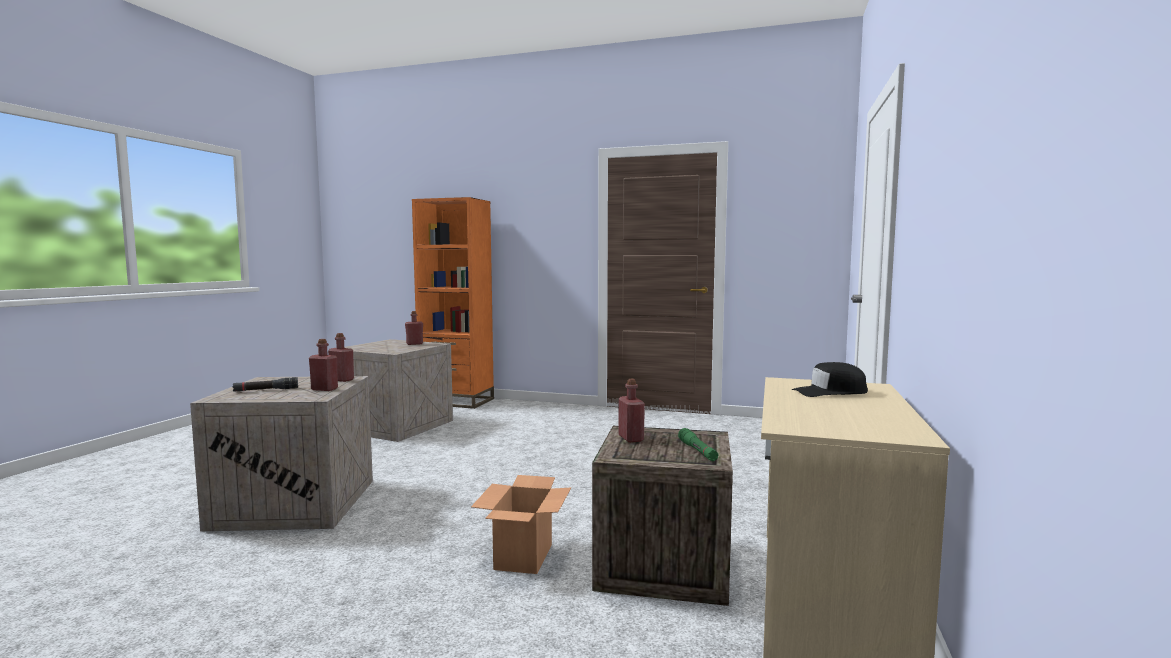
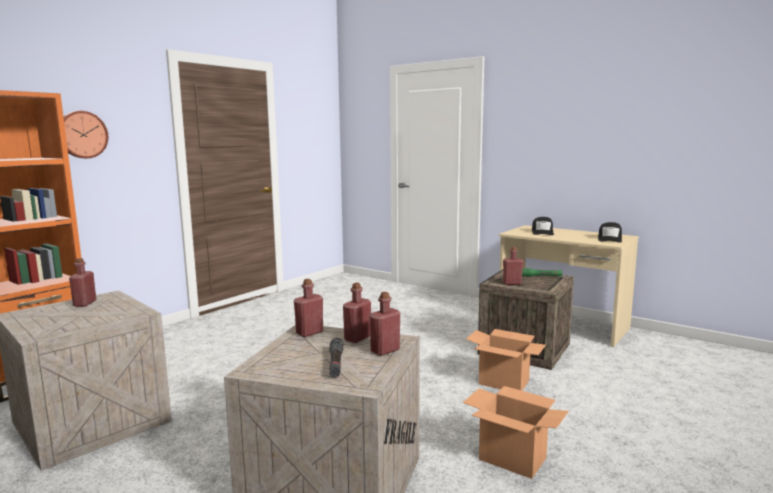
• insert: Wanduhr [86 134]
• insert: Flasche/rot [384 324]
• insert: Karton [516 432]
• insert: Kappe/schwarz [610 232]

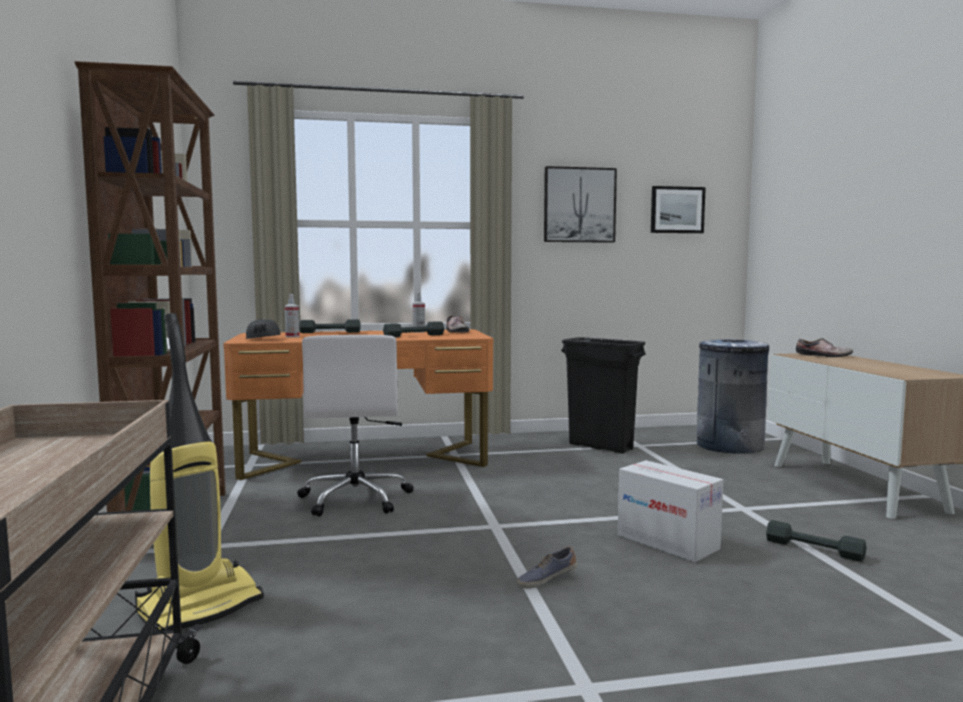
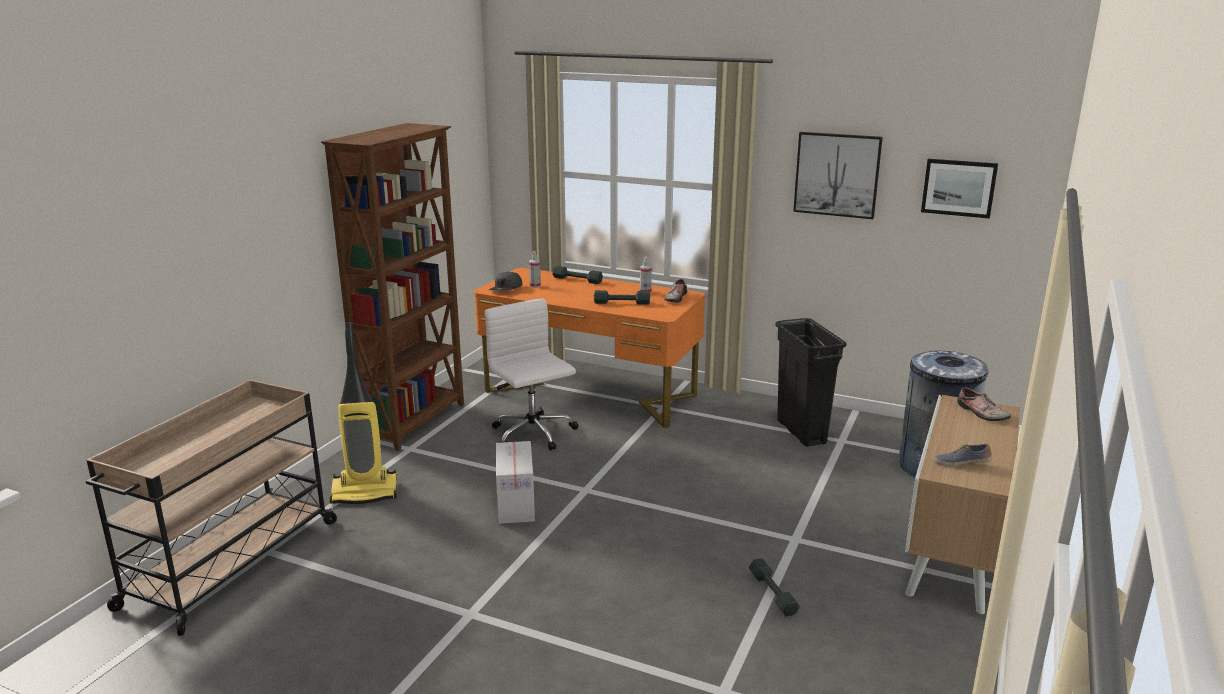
• rotate: Bürostuhl/weiß [355 425] = [531 374] 120 degrees clockwise
• move: Karton [670 511] to [515 482]
• move: Schuh [547 567] to [963 455]

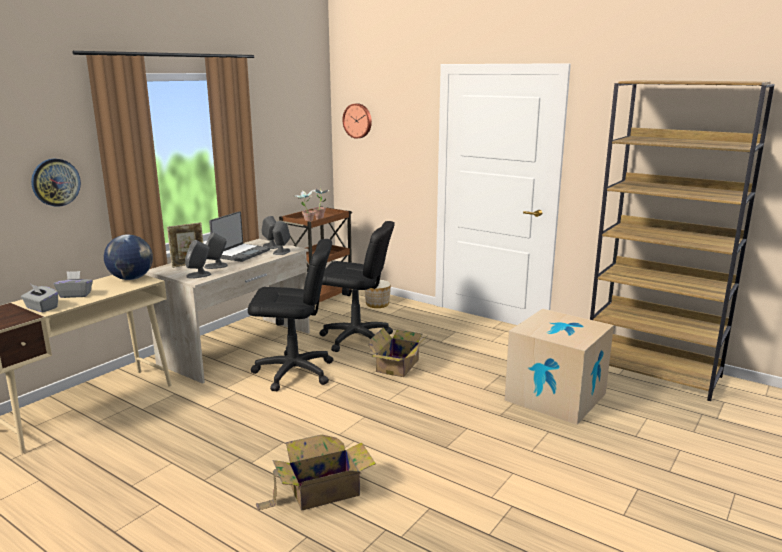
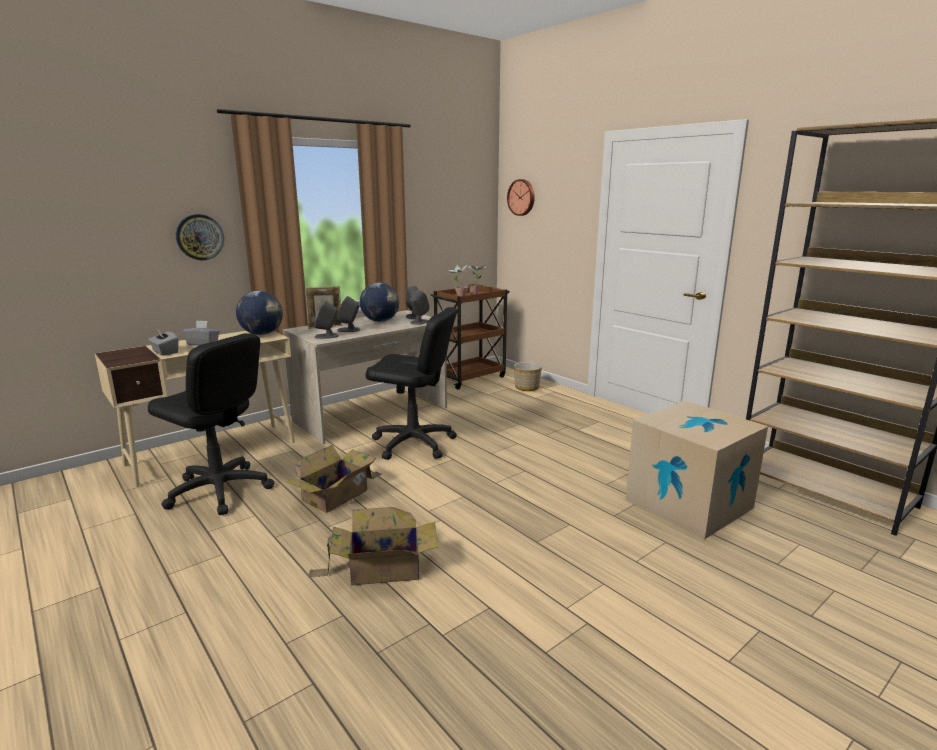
• move: Bürostuhl/schwarz [357 286] to [211 424]
• move: Karton [398 352] to [334 479]
• replace: Laptop [239 236] to Globus [379 302]

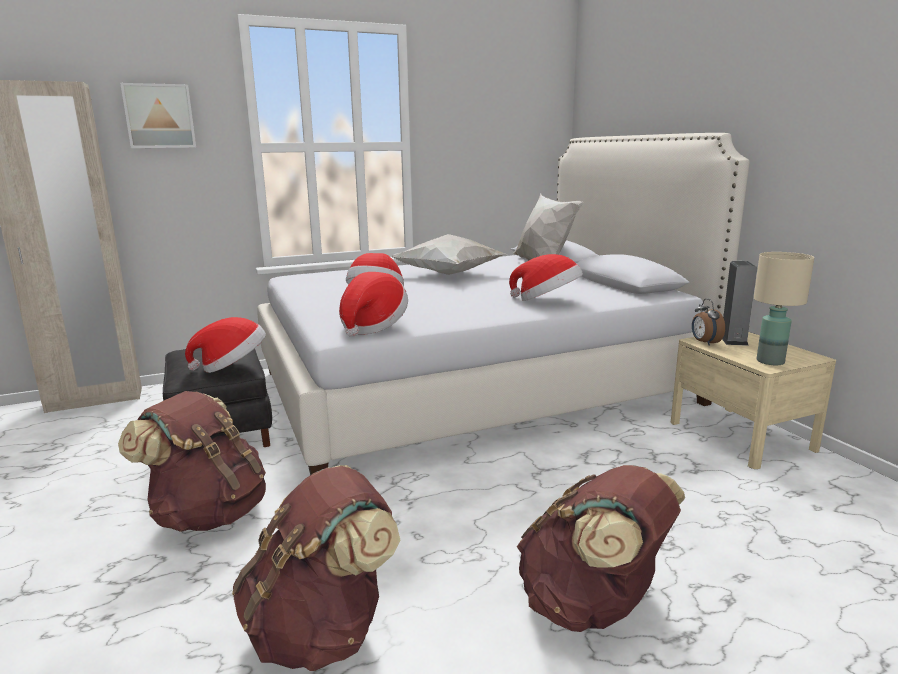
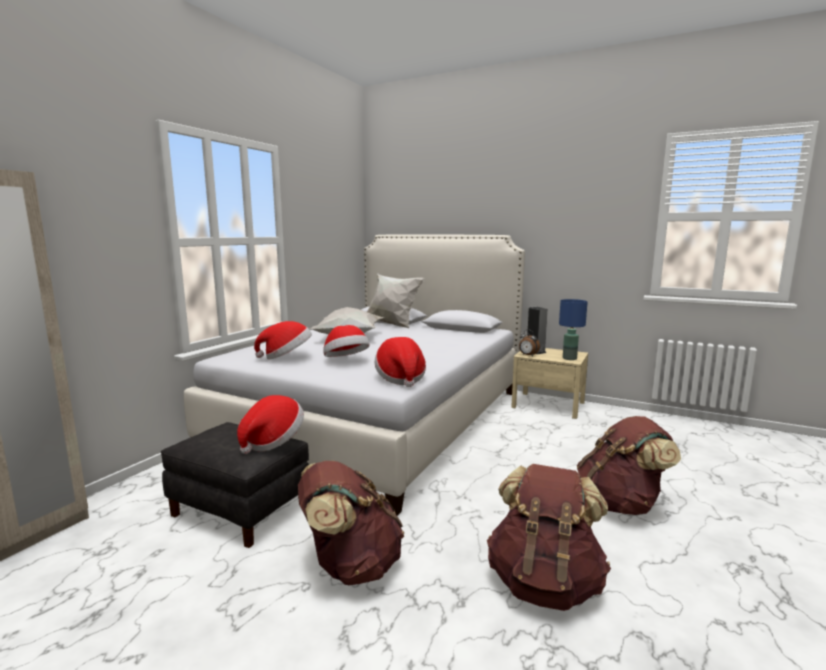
• move: Hut [546 277] to [283 340]
• recolor: Tischlampe/beige [784 308] to Tischlampe/blau [573 329]
• delete: Bild [158 115]

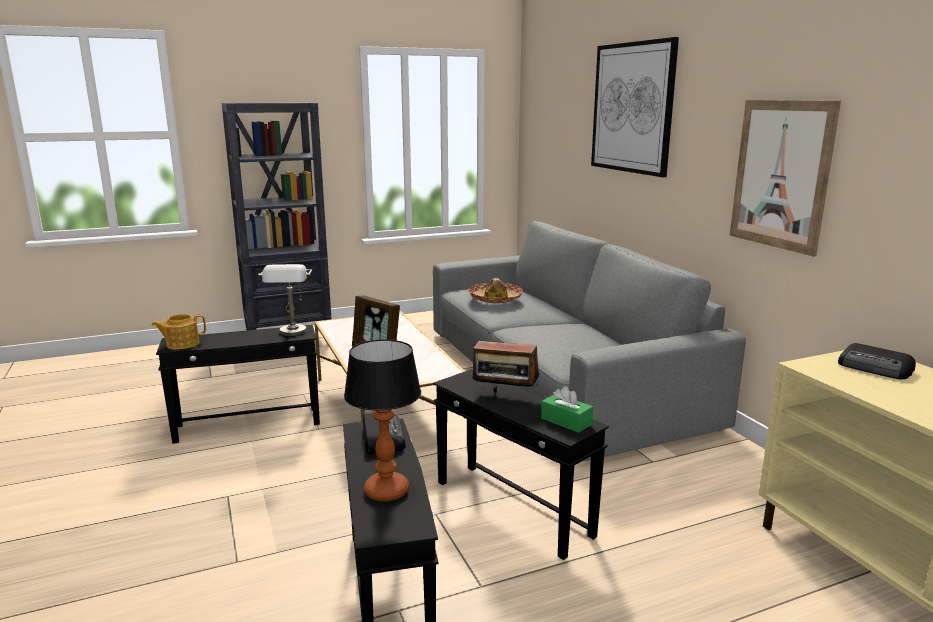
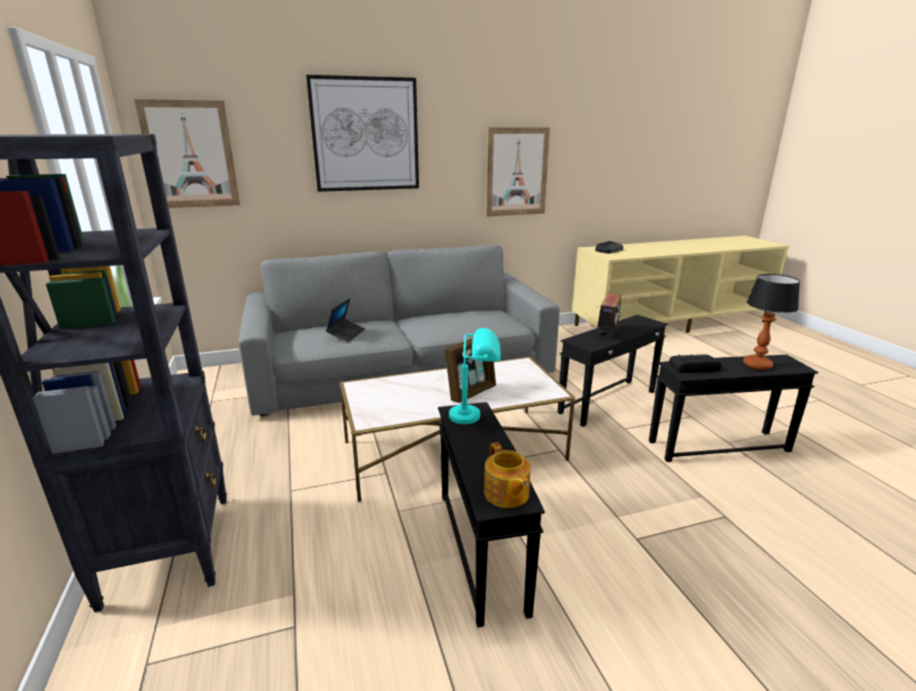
• insert: Bild [187 153]
• replace: Hut [495 291] to Laptop [345 320]
• recolor: Tischlampe/grau [285 300] to Tischlampe/türkis [475 376]
• delete: Taschentuchbox/grün [567 409]

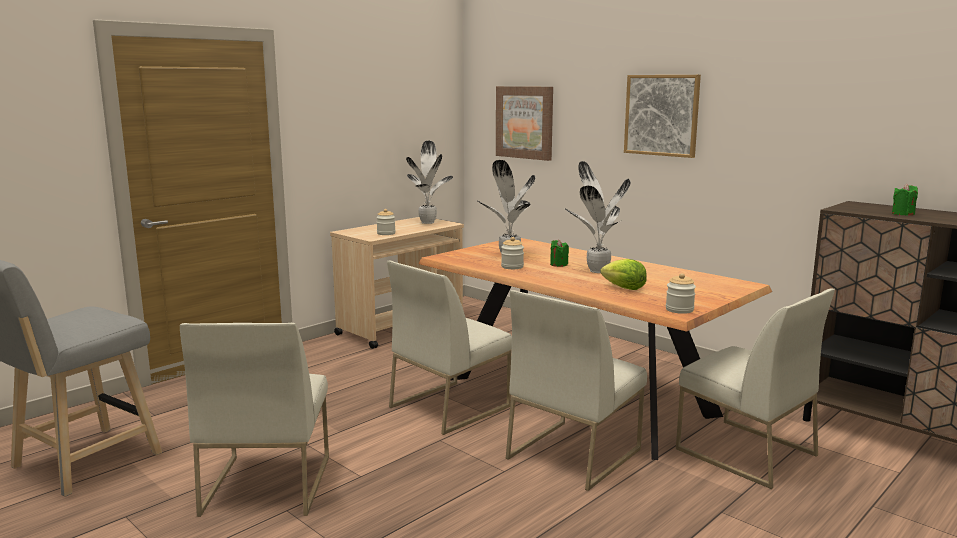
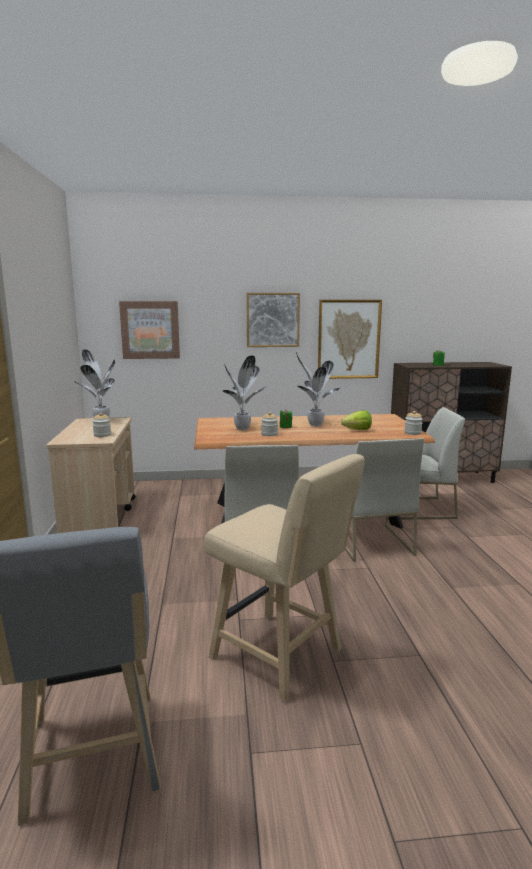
• replace: Stuhl/weiß [254 420] to Hocker/beige [284 578]
• insert: Bild [350 339]

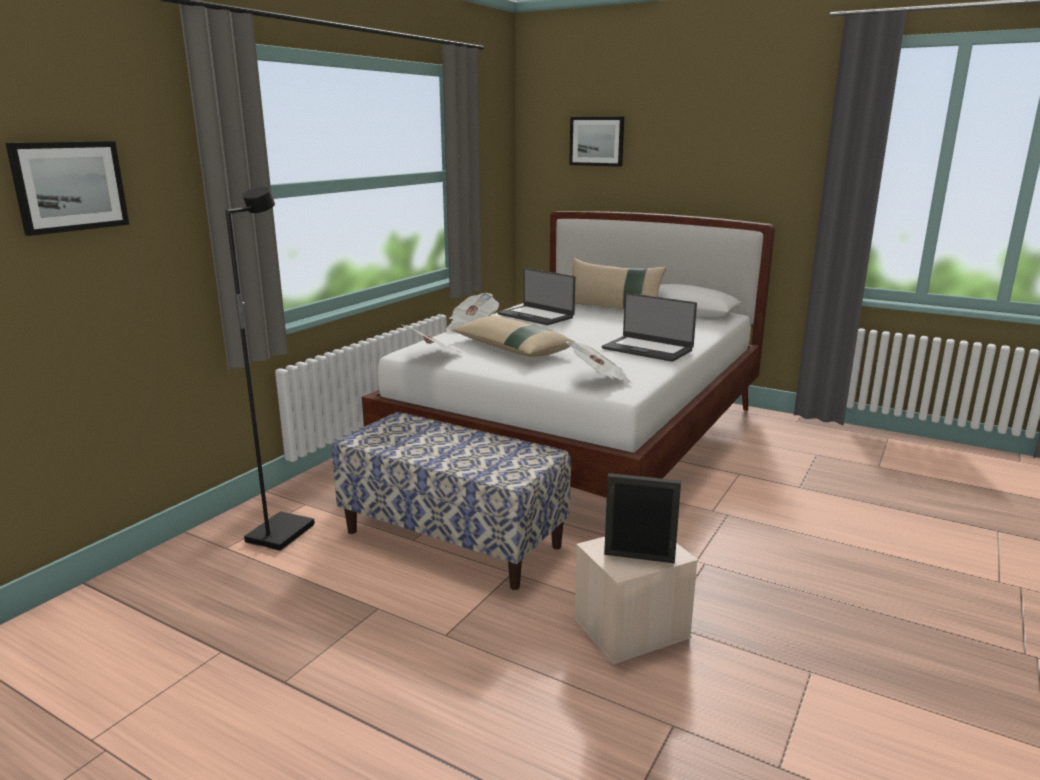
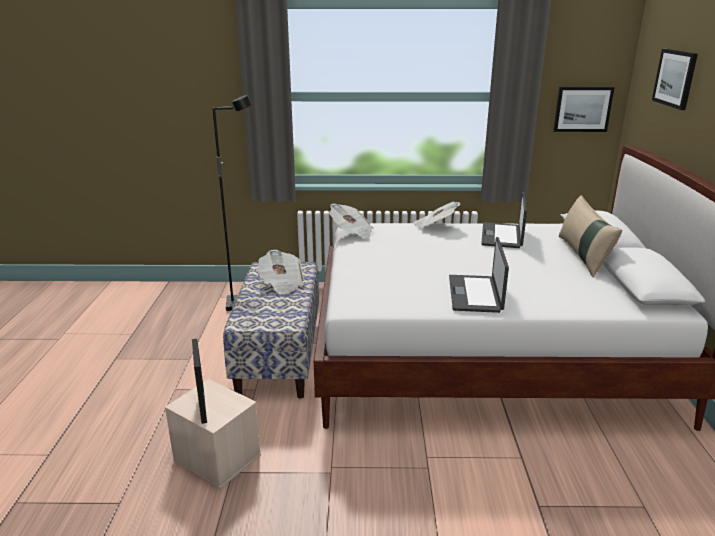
• move: Zeitung [599 362] to [281 272]
• move: Bild [67 188] to [584 109]
• delete: Kissen/beige [514 336]

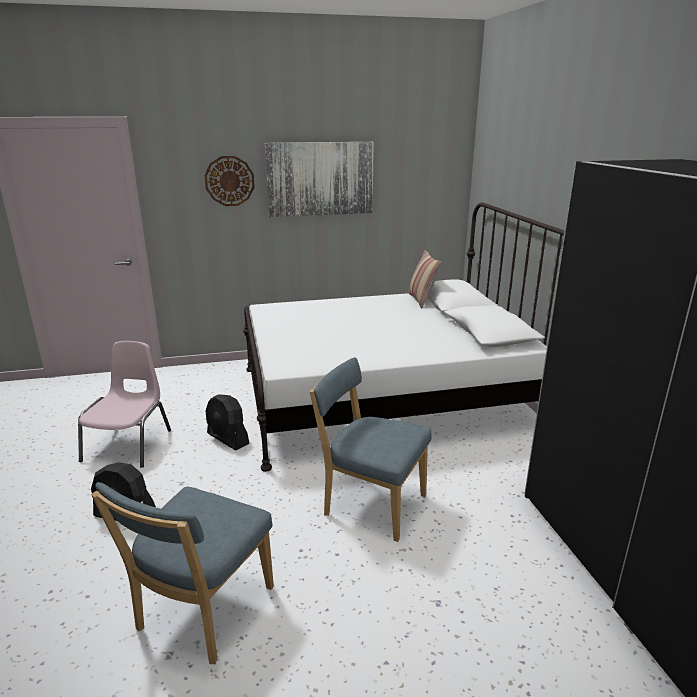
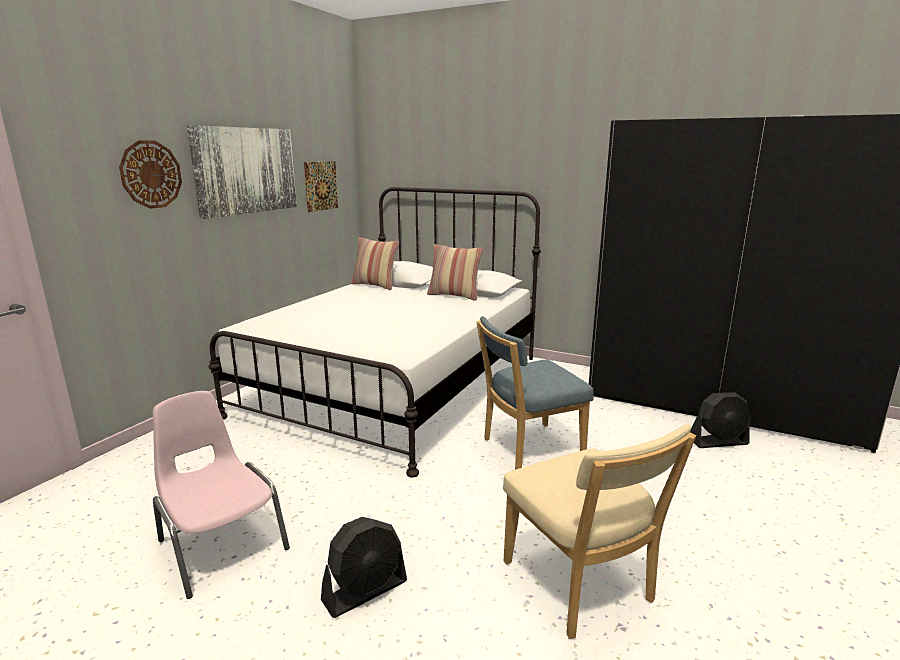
• insert: Bild [321 186]
• insert: Kissen [455 272]
• recolor: Stuhl/blau [182 573] to Stuhl/beige [599 531]
• move: Ventilator/schwarz [227 422] to [720 420]

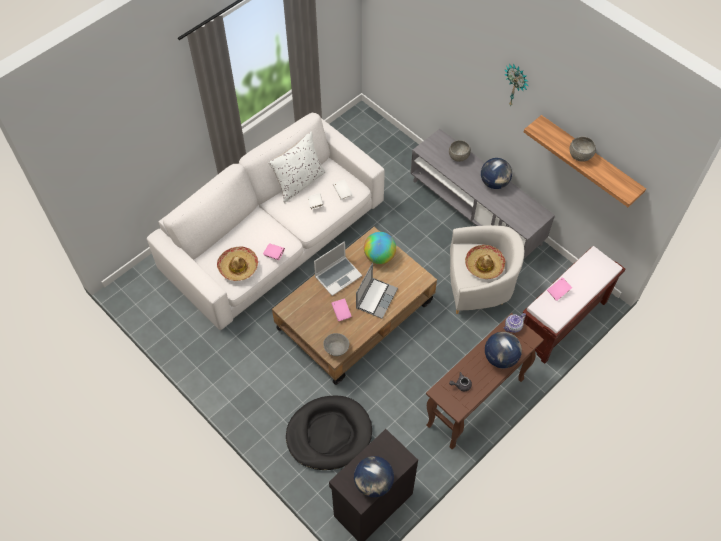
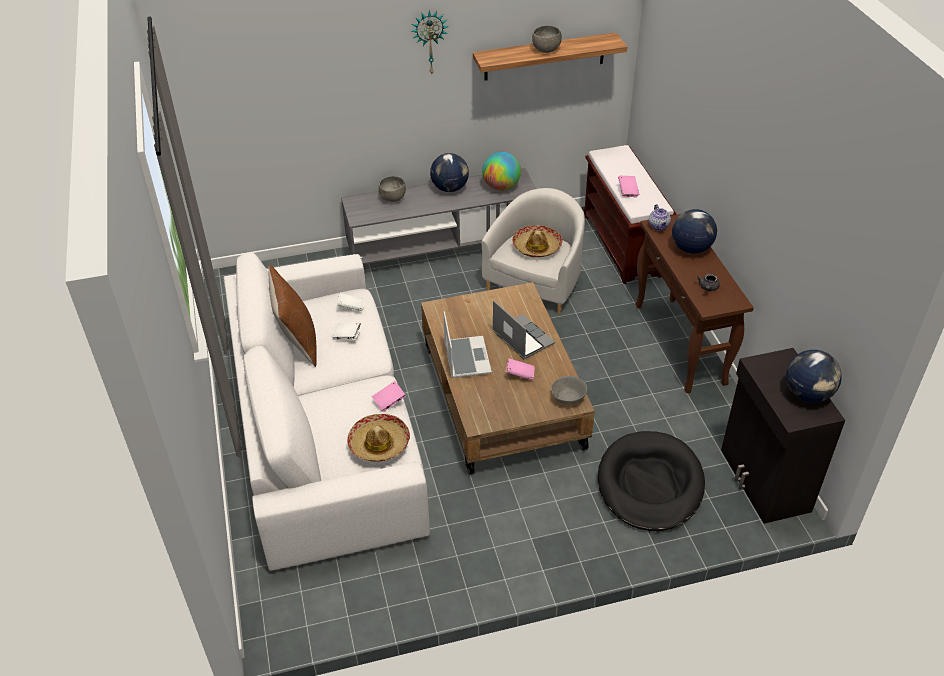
• recolor: Kissen/weiß [296 167] to Kissen/braun [292 316]
• move: Globus [380 248] to [501 171]

